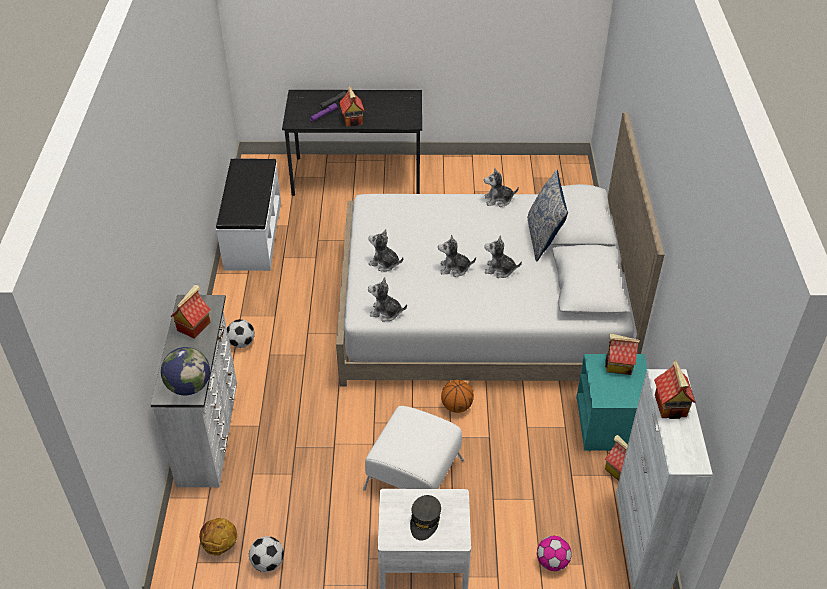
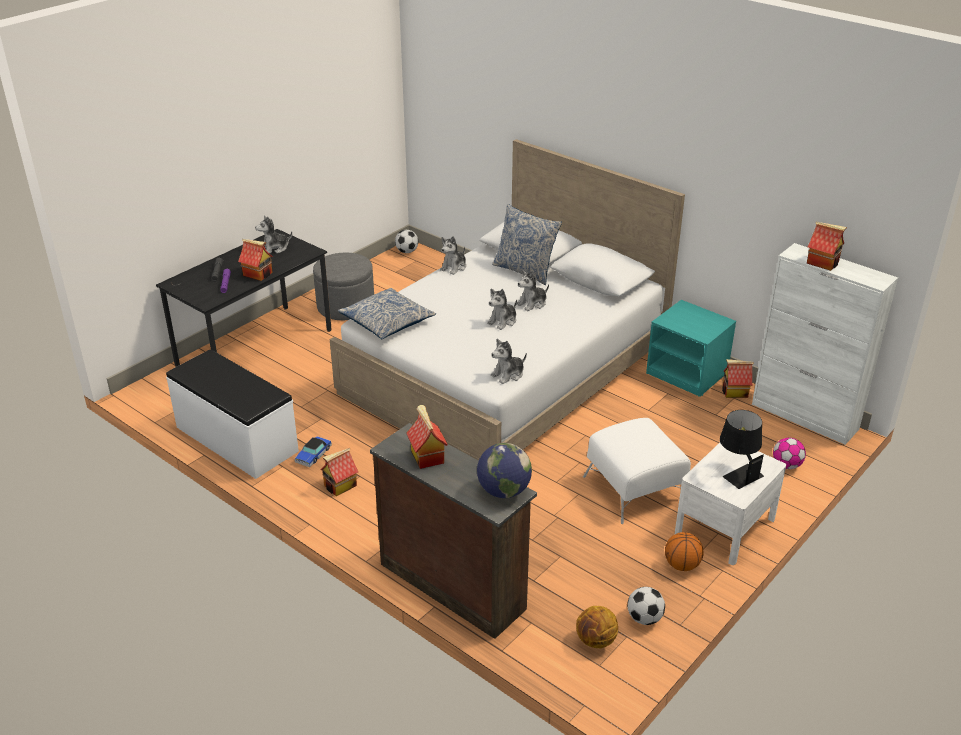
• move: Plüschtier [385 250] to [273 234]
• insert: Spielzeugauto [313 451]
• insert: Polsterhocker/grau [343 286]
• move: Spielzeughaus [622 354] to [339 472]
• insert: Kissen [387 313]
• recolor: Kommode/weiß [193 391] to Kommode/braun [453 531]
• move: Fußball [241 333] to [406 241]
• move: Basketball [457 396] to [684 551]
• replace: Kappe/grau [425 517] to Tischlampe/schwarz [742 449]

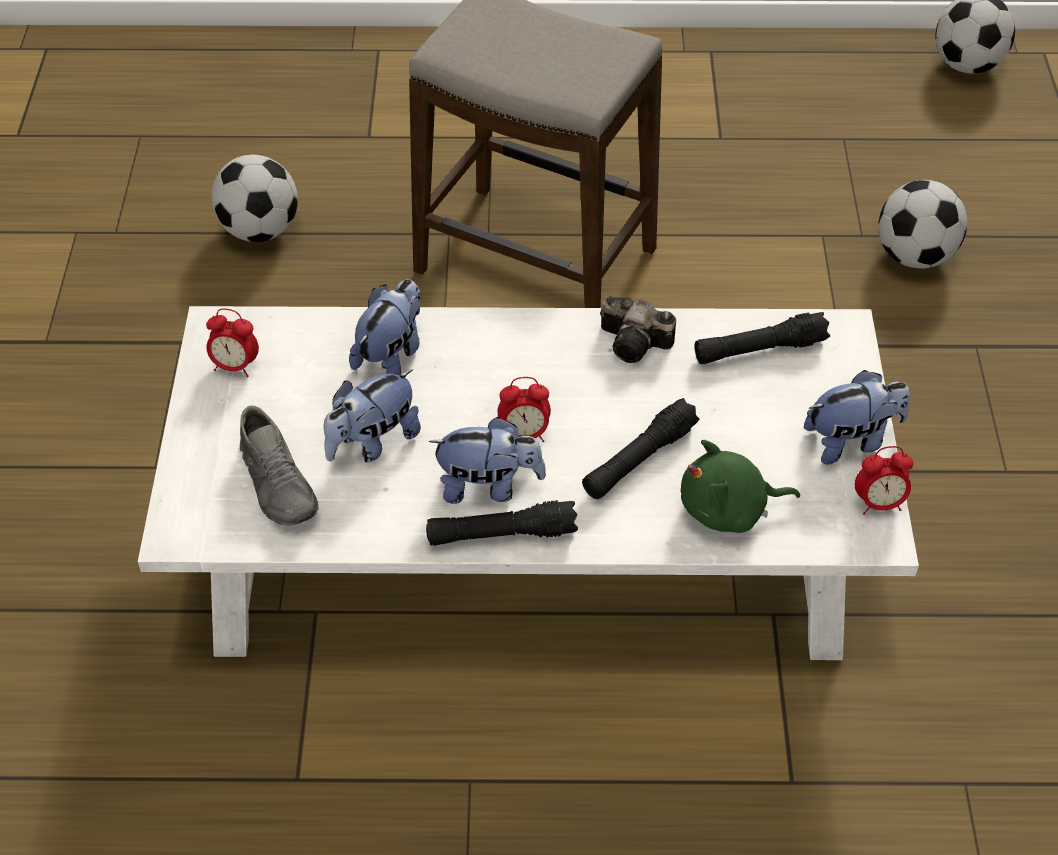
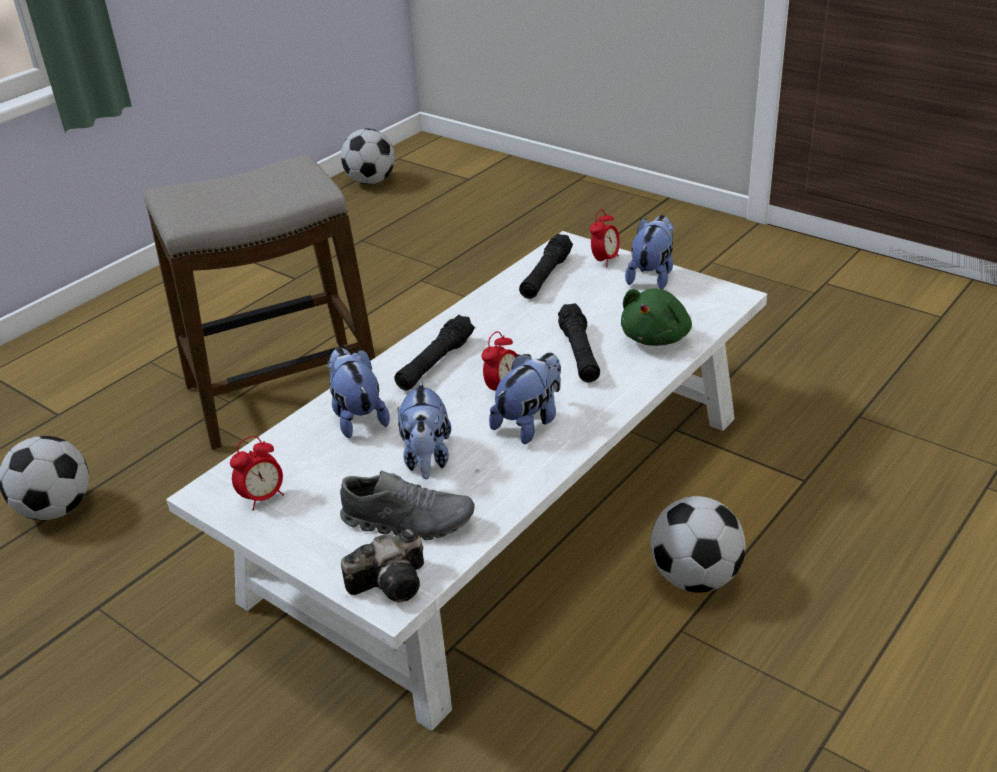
• move: Kamera [638 329] to [382 565]
• move: Taschenlampe/schwarz [502 523] to [434 352]
• move: Wecker [884 480] to [605 238]
• move: Fußball [922 224] to [698 544]

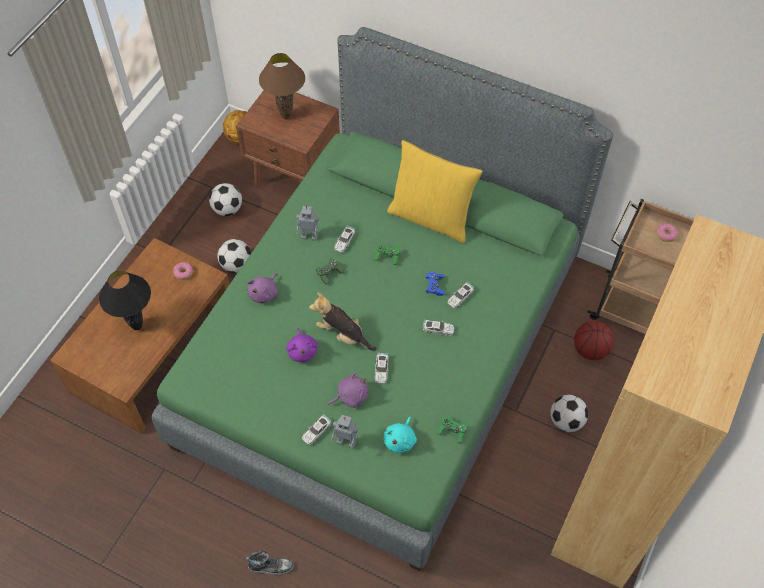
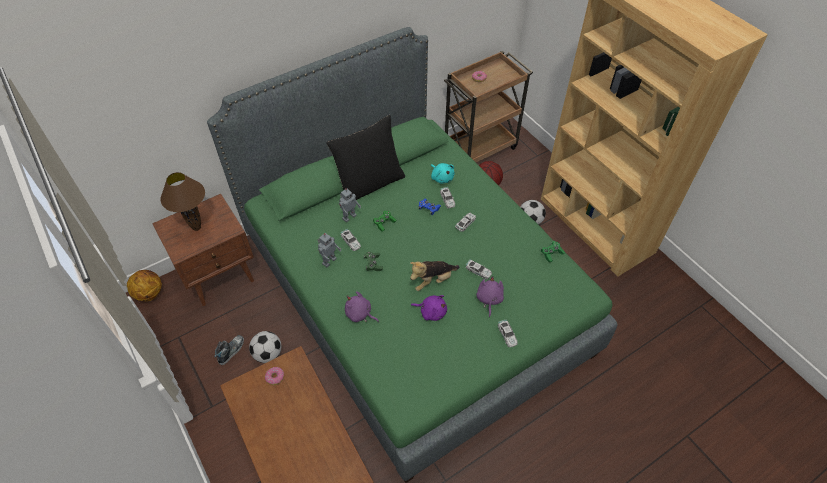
• move: Schuh [270 562] to [229 350]
• recolor: Kissen/gelb [435 191] to Kissen/schwarz [365 157]
• move: Spielzeugroboter [344 431] to [350 205]
• rotate: Plüschtier/lila [262 288] = [362 306] 150 degrees clockwise
• move: Plüschtier/türkis [400 435] to [443 173]
• delete: Tischlampe/schwarz [125 300]
• delete: Fußball [225 199]

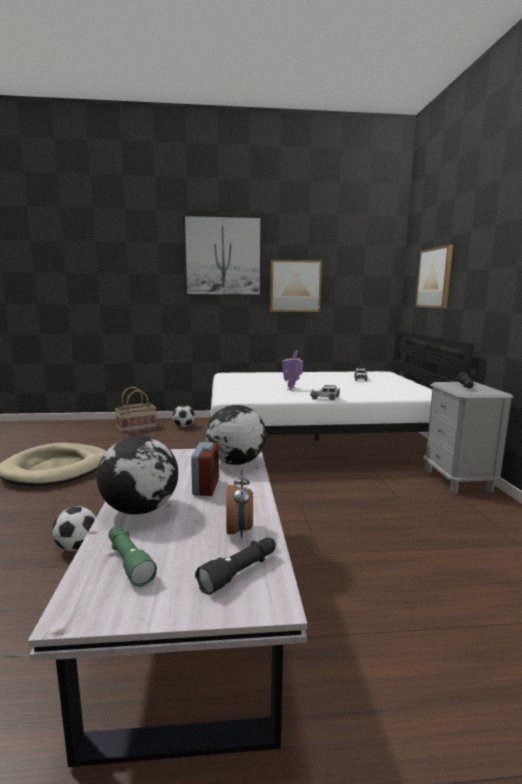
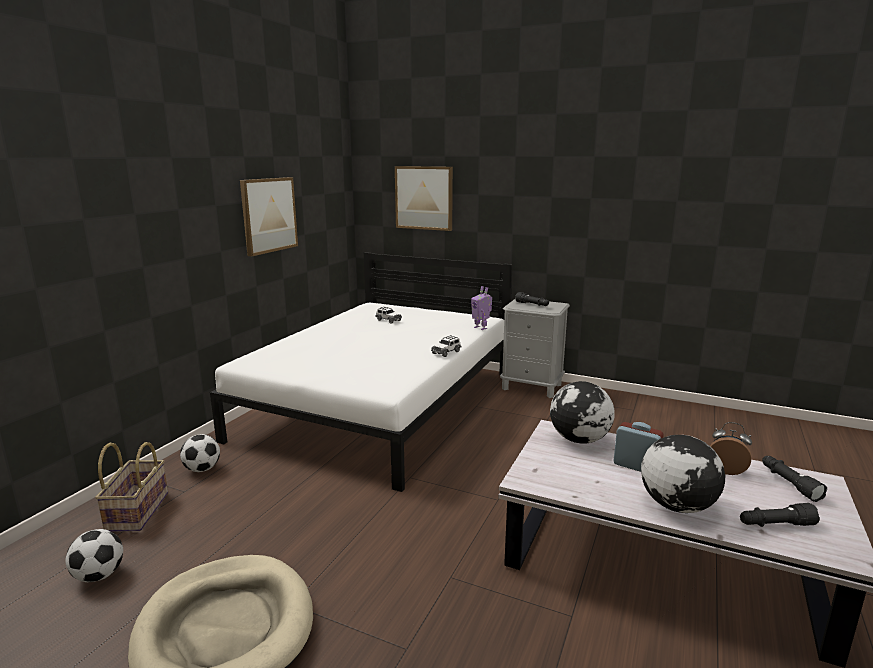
• move: Fußball [74 528] to [94 555]
• move: Spielzeugroboter [292 370] to [481 308]
• recolor: Taschenlampe/grün [132 556] to Taschenlampe/schwarz [780 515]
• delete: Bild [222 255]

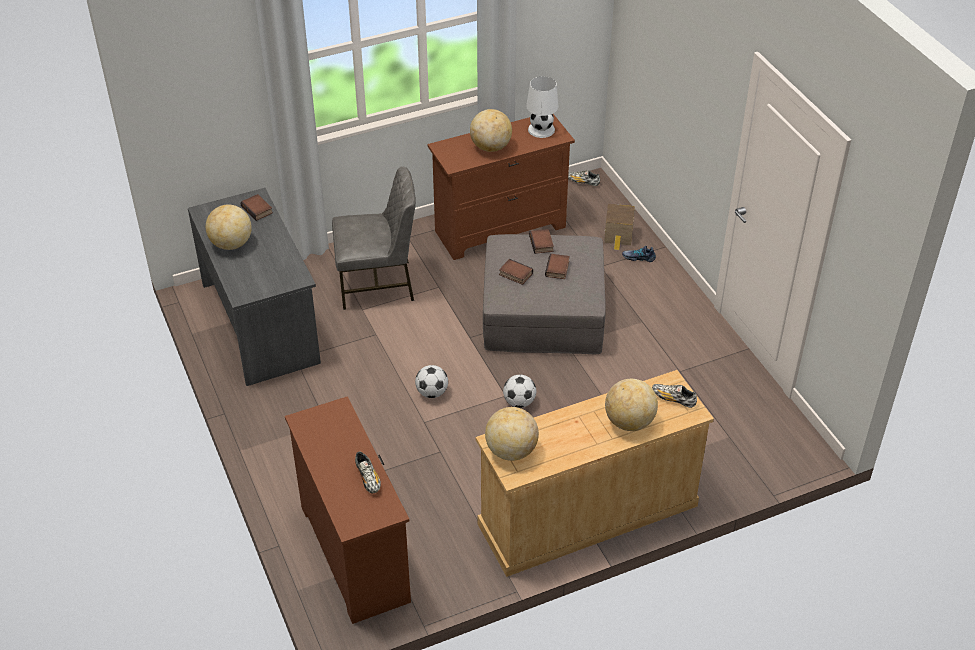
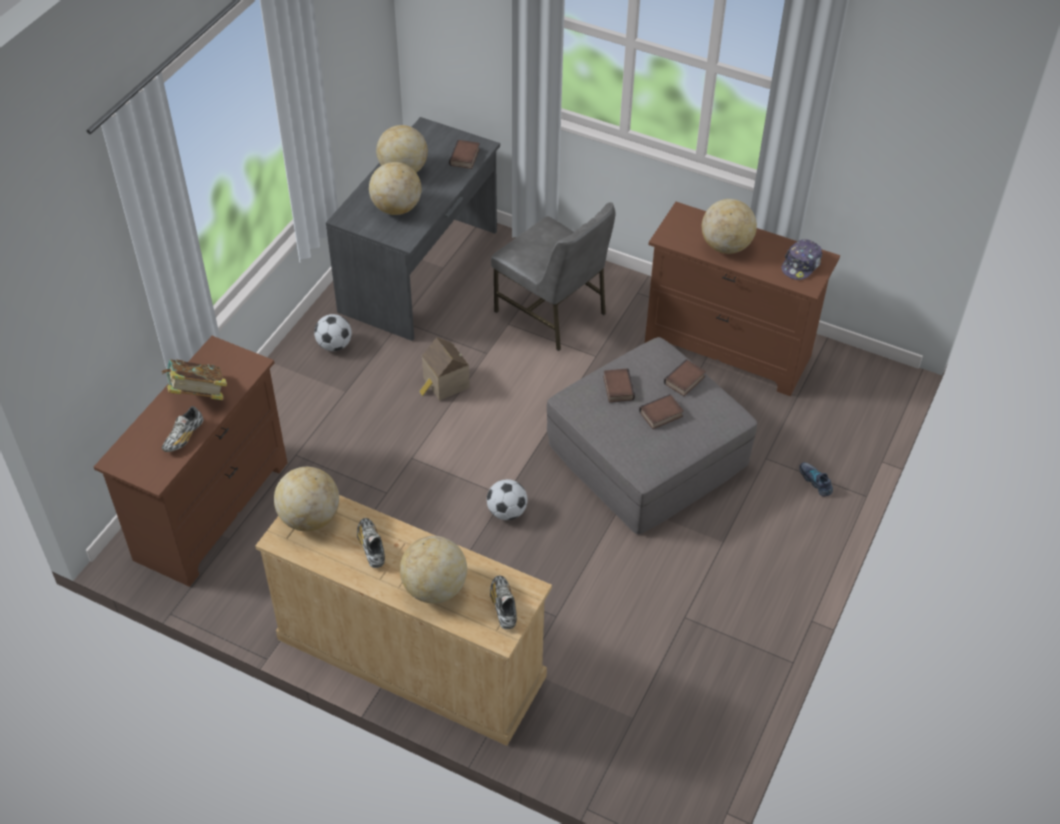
• insert: Buch [194 379]
• move: Fußball [431 381] to [333 332]
• move: Schuh [584 178] to [371 543]
• insert: Globus [395 188]
• move: Spielzeughaus [619 227] to [444 369]
• replace: Tischlampe/weiß [542 107] to Kappe [802 259]

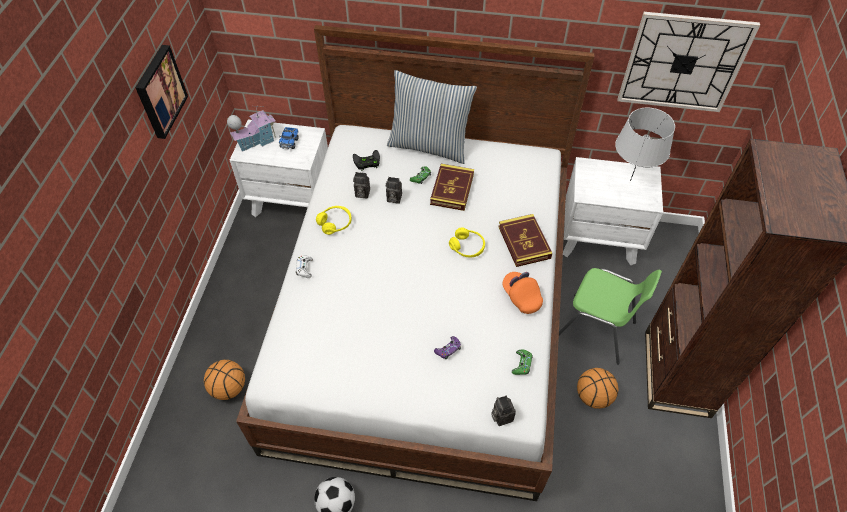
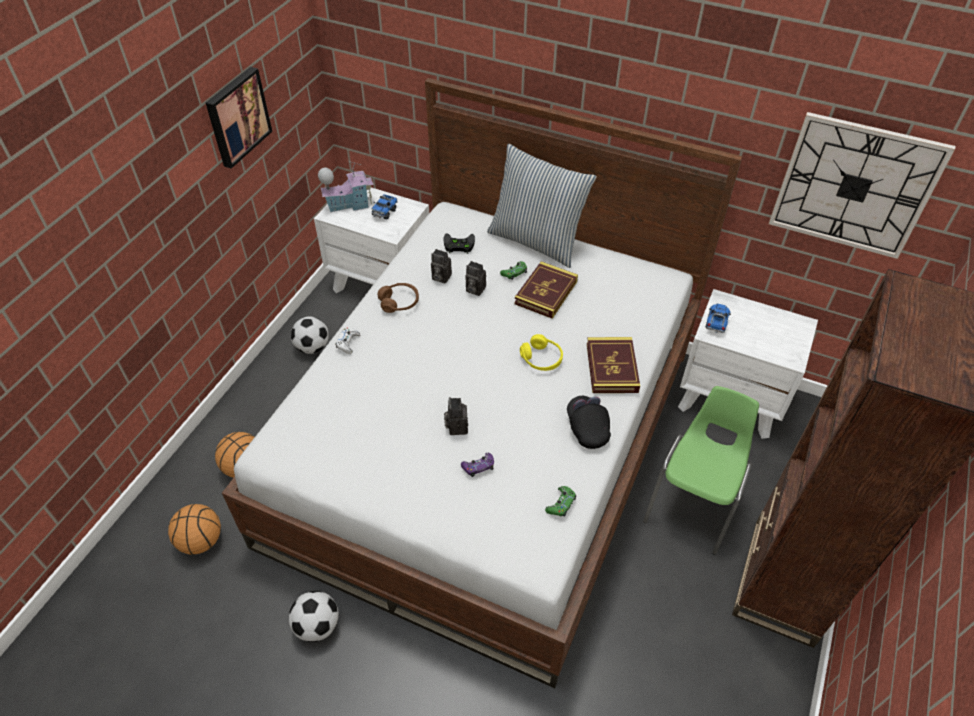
• move: Basketball [598 388] to [194 529]
• insert: Fußball [310 335]
• recolor: Kopfhörer/gelb [334 220] to Kopfhörer/braun [398 298]
• move: Kamera [503 410] to [456 416]
• recolor: Kappe/orange [522 293] to Kappe/schwarz [589 422]
• rotate: Stuhl/grün [610 316] = [701 470] 105 degrees counterclockwise
• insert: Spielzeuglaster [718 318]
• delete: Tischlampe/grau [645 144]

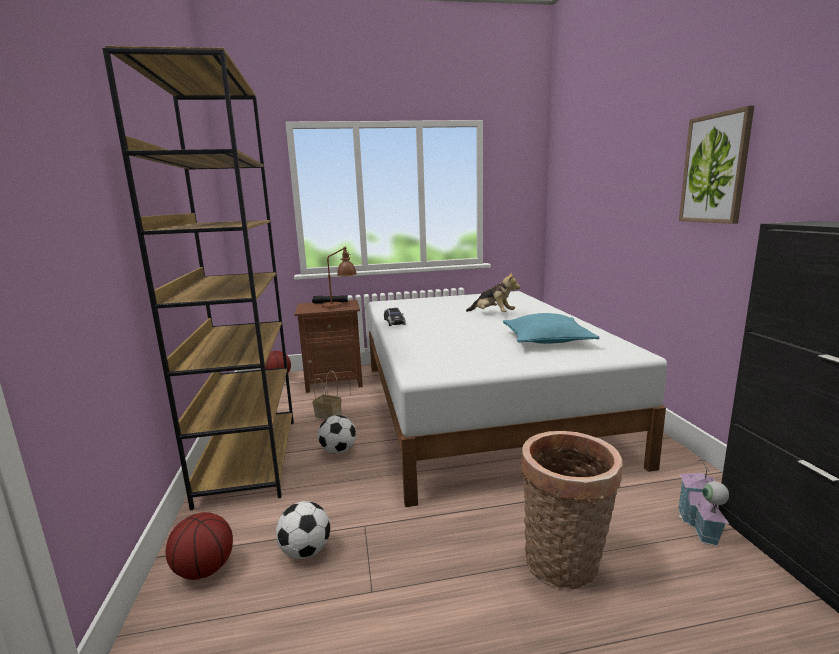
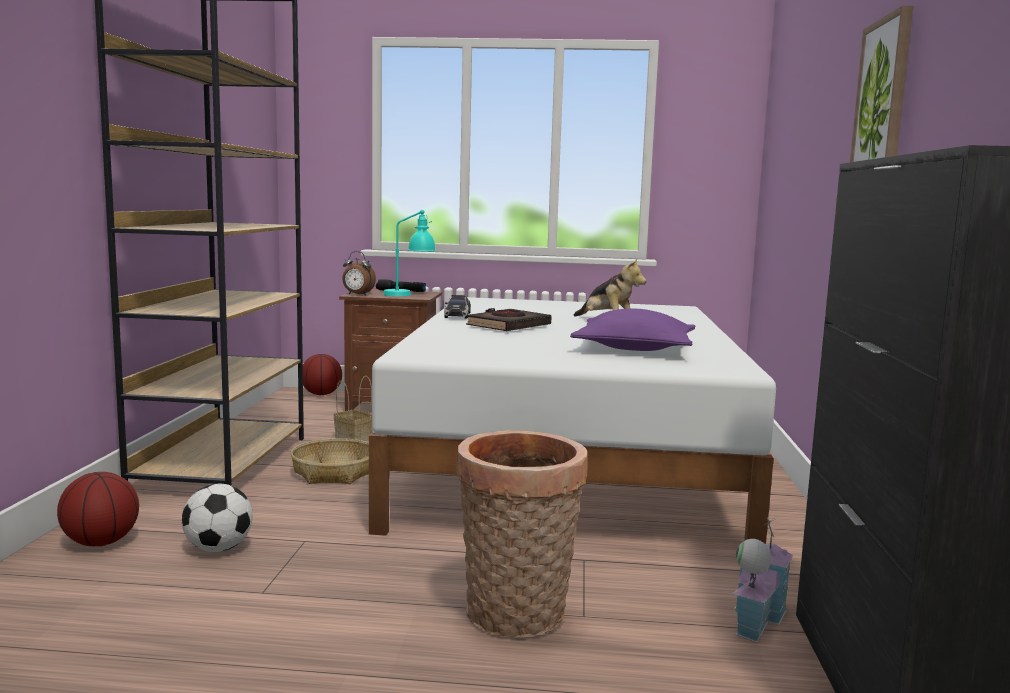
• replace: Fußball [337 434] to Korb [330 461]
• insert: Wecker [359 273]
• recolor: Tischlampe/braun [339 278] to Tischlampe/türkis [409 253]
• insert: Buch/schwarz [509 319]
• recolor: Kissen/türkis [551 328] to Kissen/lila [632 330]

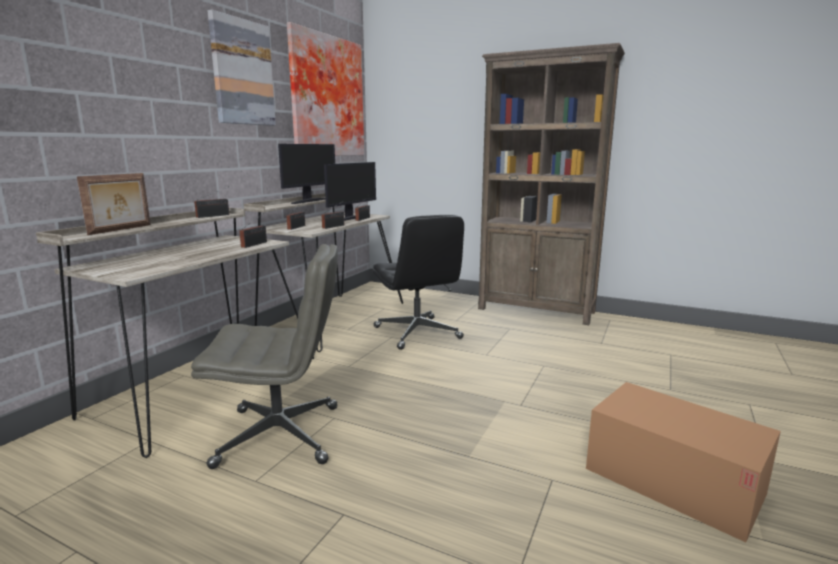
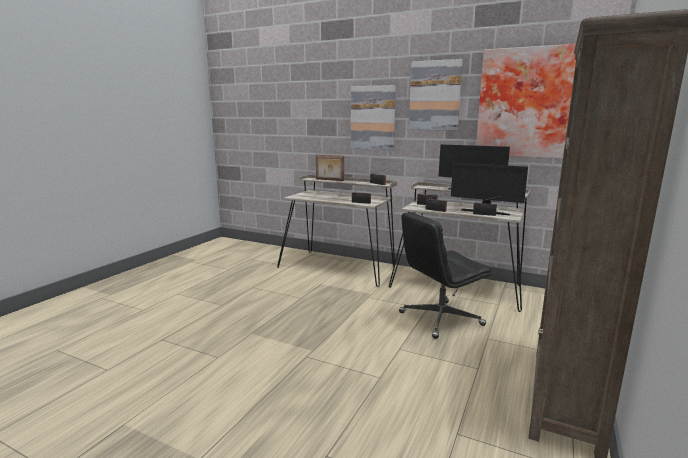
• insert: Bild [373 117]
• delete: Bürostuhl/grau [264 356]
• delete: Karton [683 462]

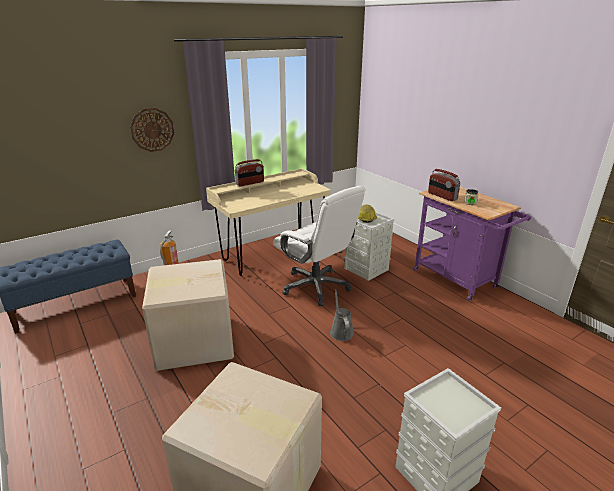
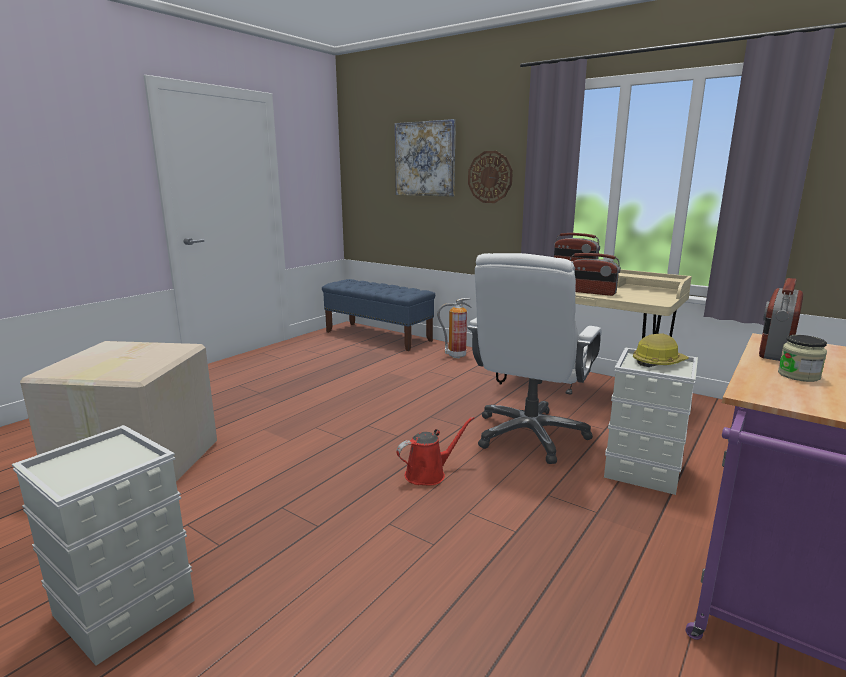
• insert: Bild [425 157]
• recolor: Gießkanne/grau [342 315] to Gießkanne/rot [435 451]
• insert: Radio [595 274]
• delete: Karton [188 315]

